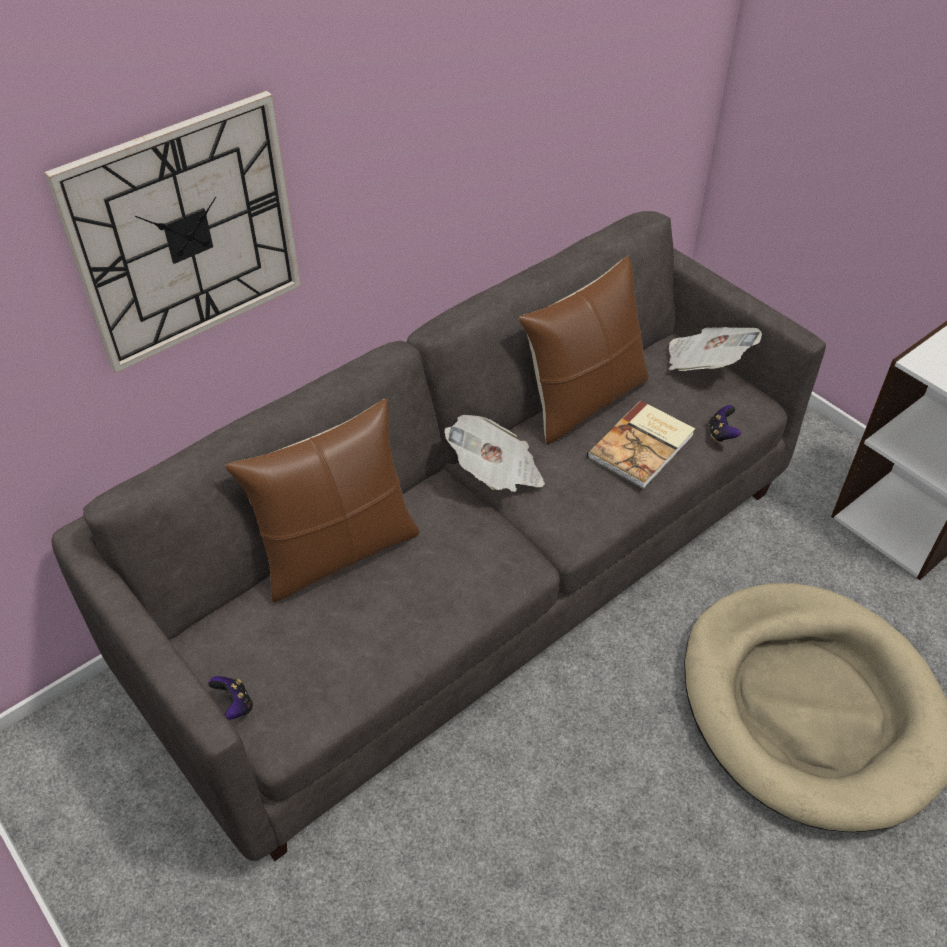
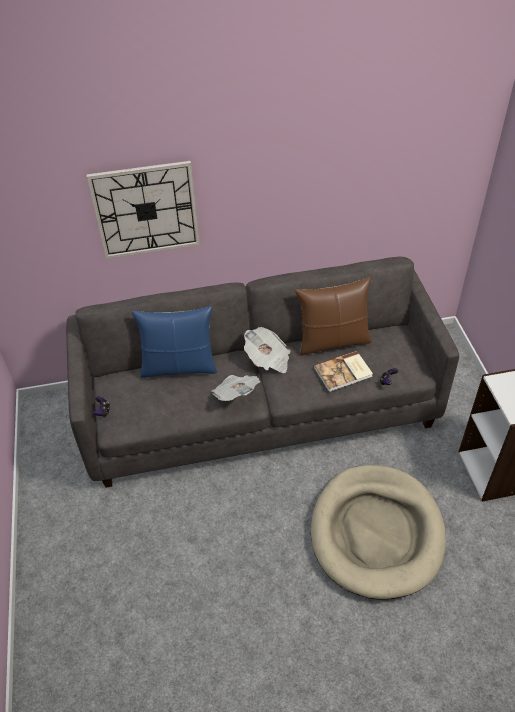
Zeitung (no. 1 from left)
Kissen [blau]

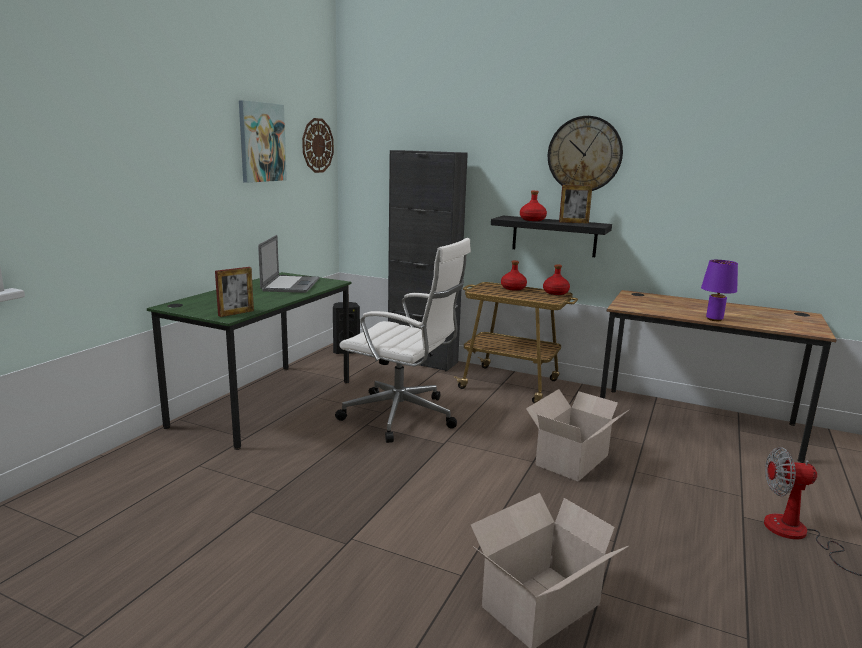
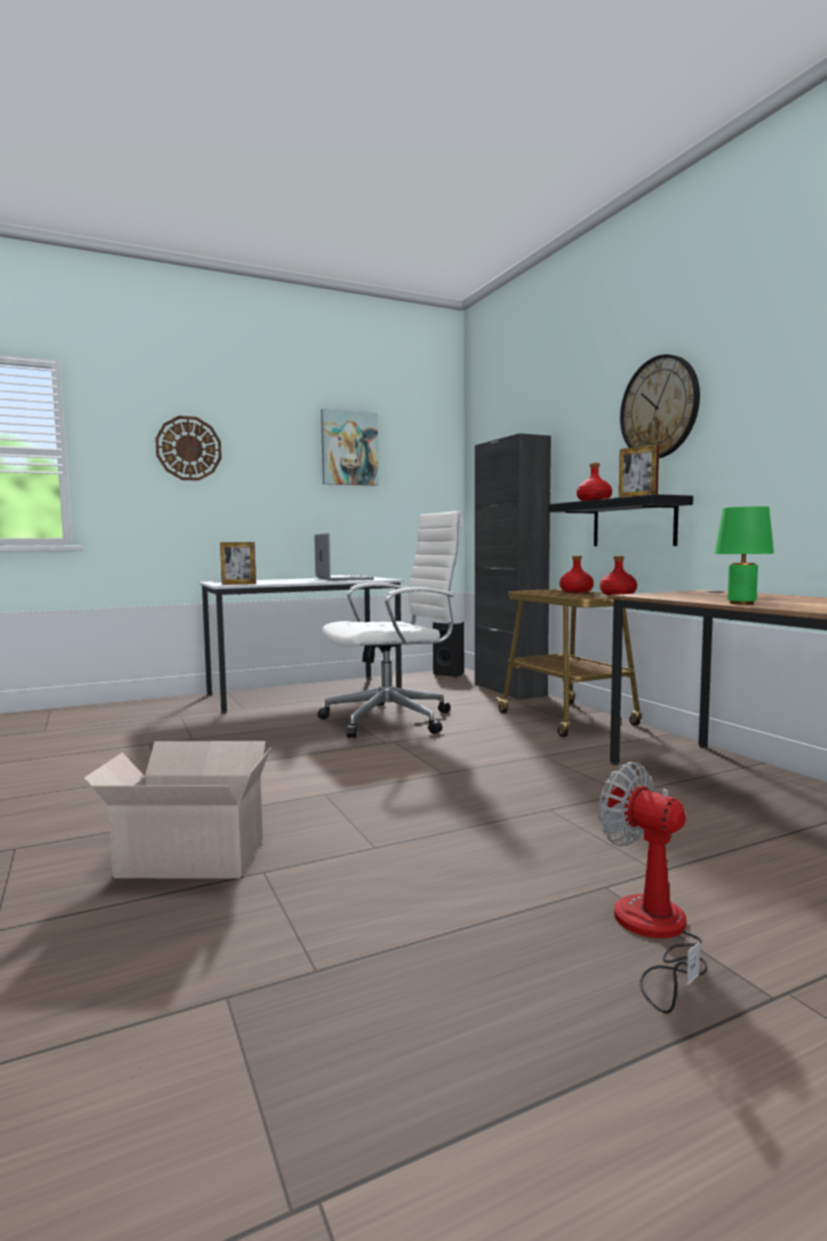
Karton (no. 2 from left in the first image)
Wanduhr (no. 1 from left)
Schreibtisch [weiß]
Tischlampe [grün]
Laptop
Bürostuhl [weiß]

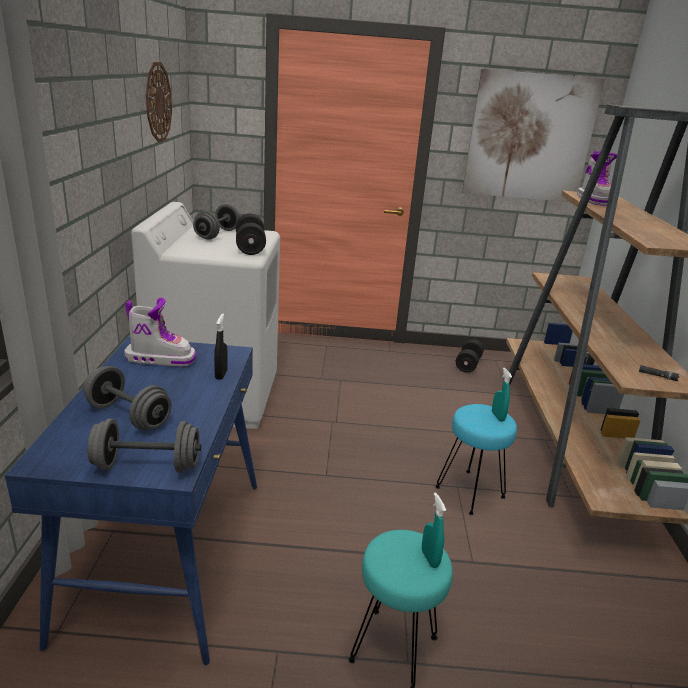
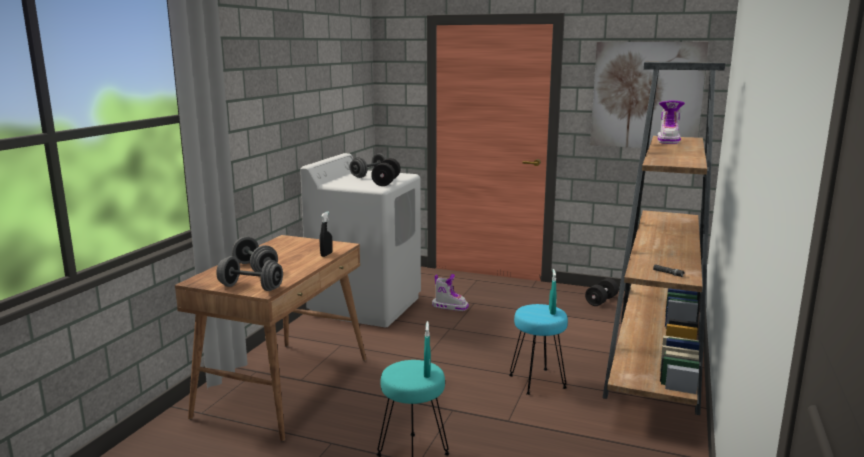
Wanduhr
Stiefel (no. 1 from left)
Schreibtisch [braun]

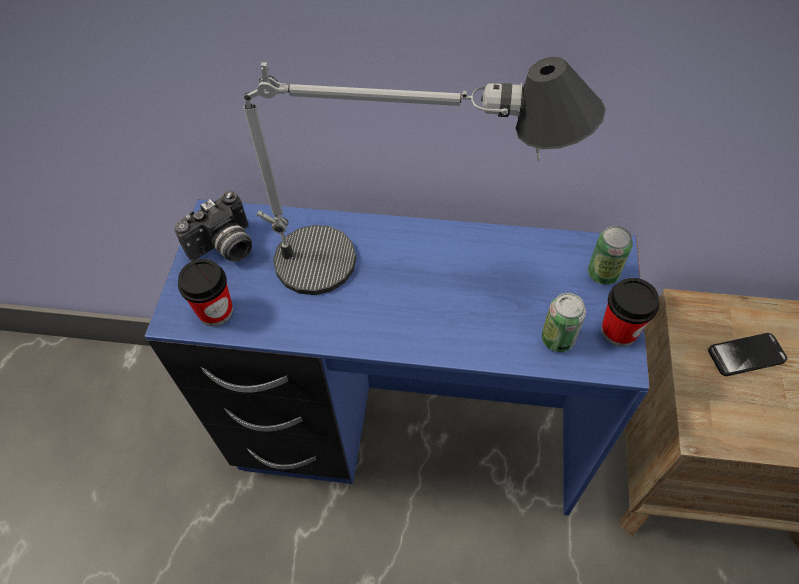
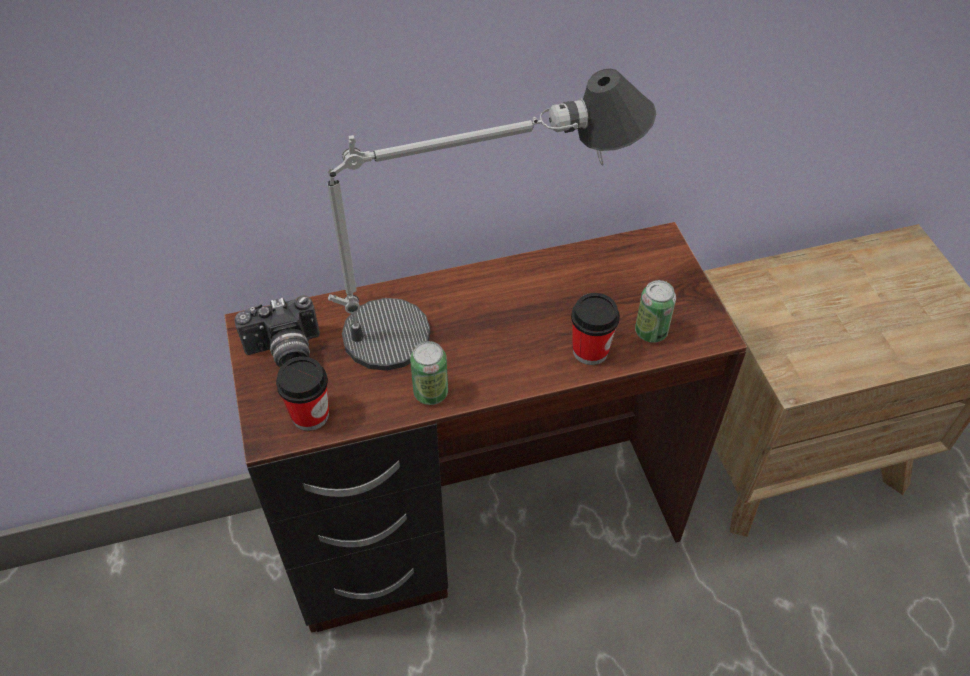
Handy
Dose (no. 1 from left)
Tasse (no. 2 from left)
Schreibtisch [braun]
Kamera

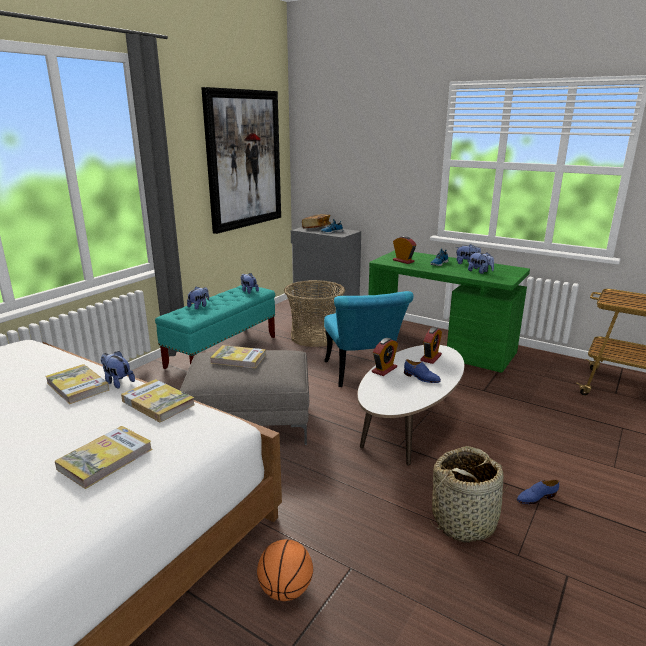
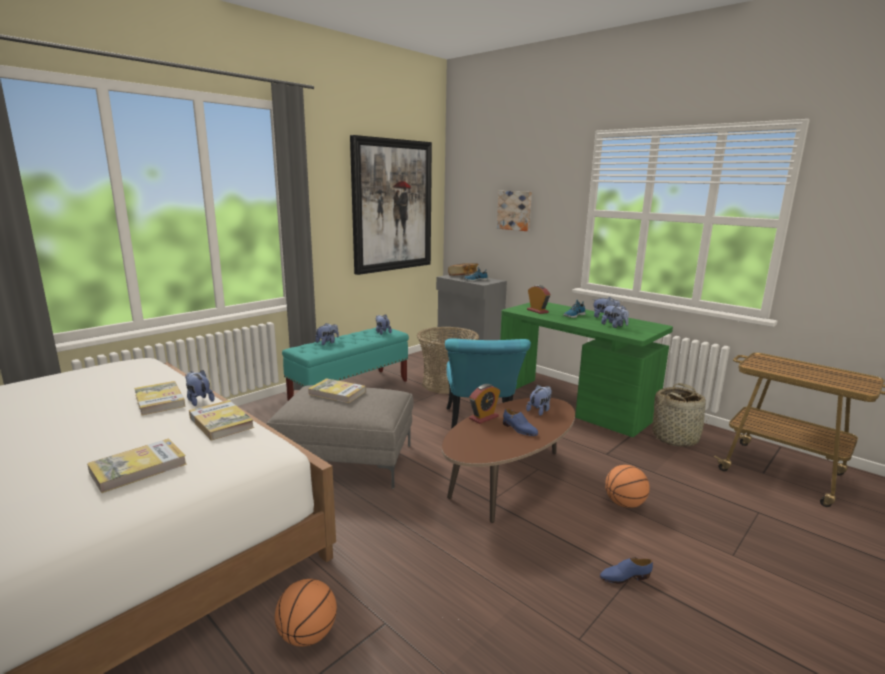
Bild (no. 2 from left)
Basketball (no. 2 from left)
Korb (no. 2 from left)
Plüschtier (no. 4 from left)
Couchtisch [braun]

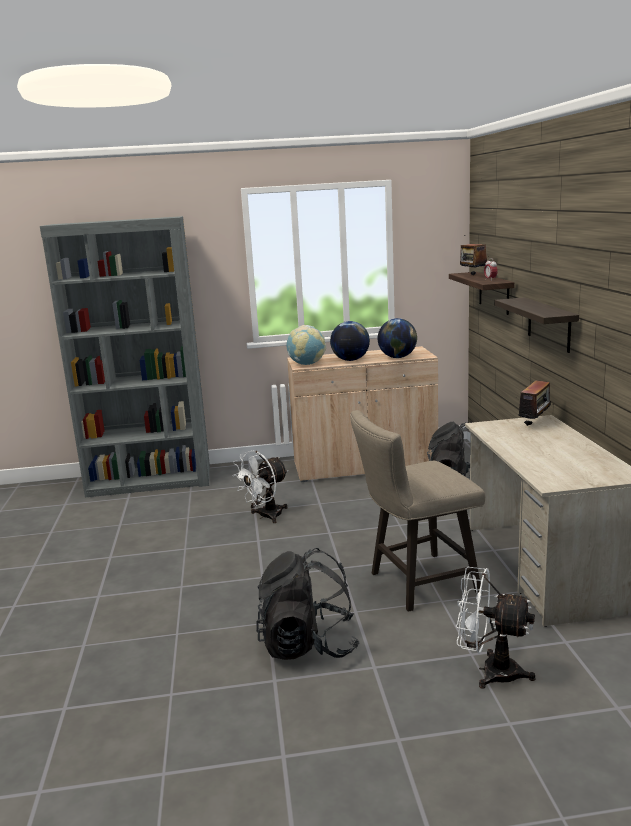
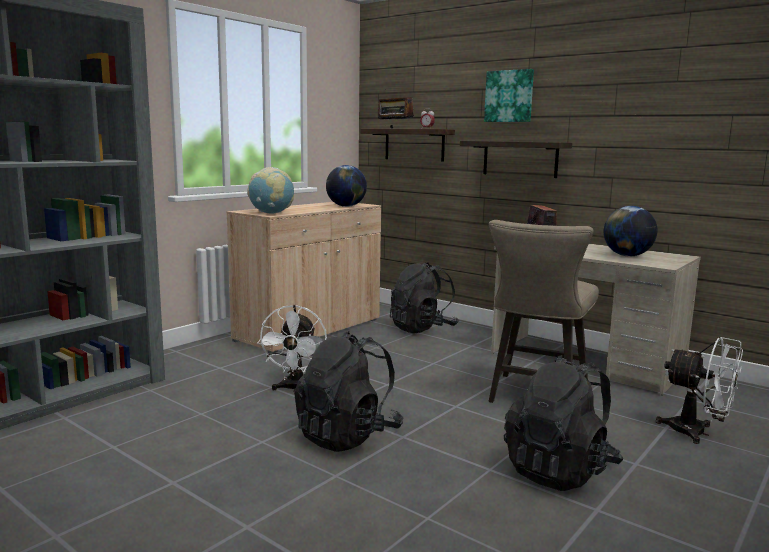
Rucksack [schwarz] (no. 1 from left)
Bild
Globus (no. 3 from left)
Ventilator [weiß] (no. 2 from left)

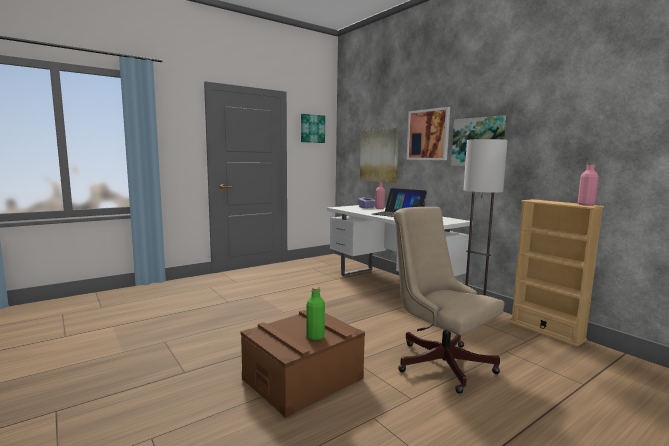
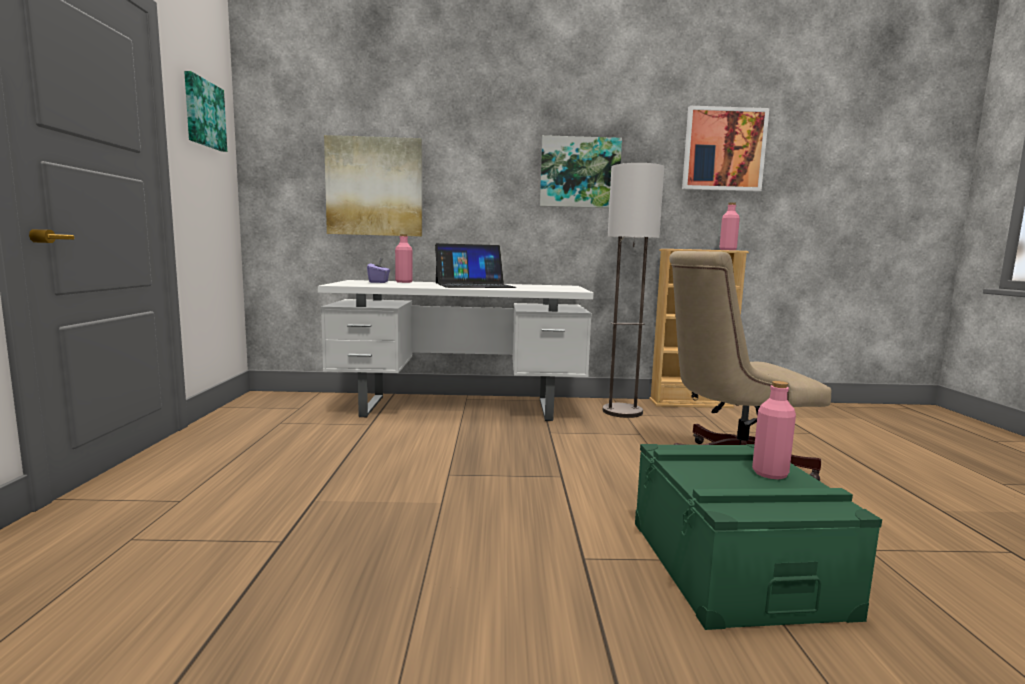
Bild (no. 4 from left)
Aufbewahrungsbox [grün]
Flasche [rosa] (no. 3 from left)

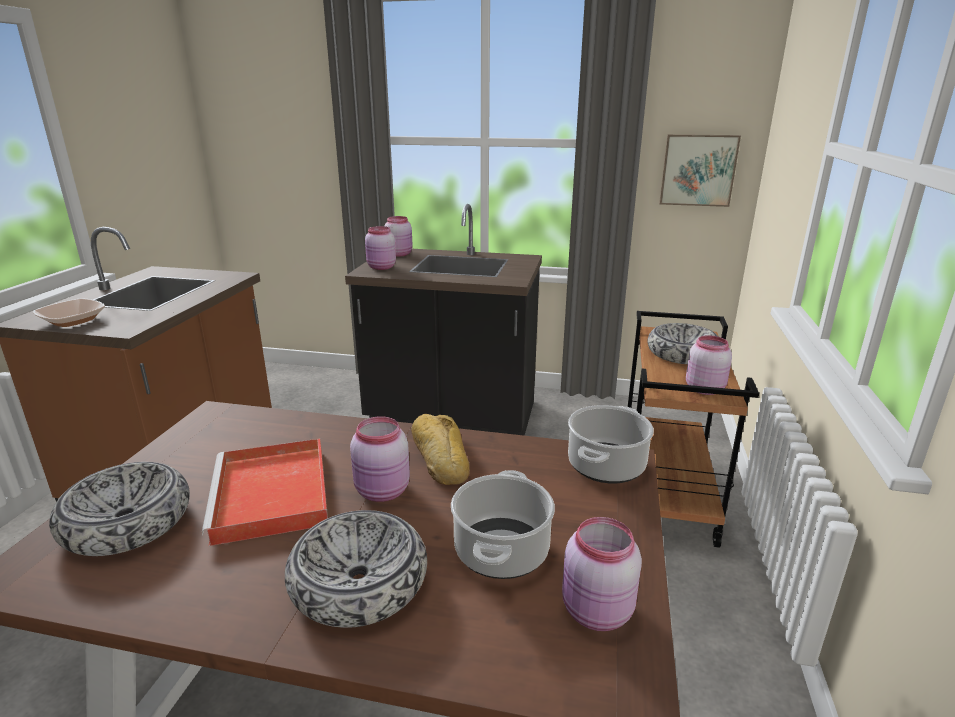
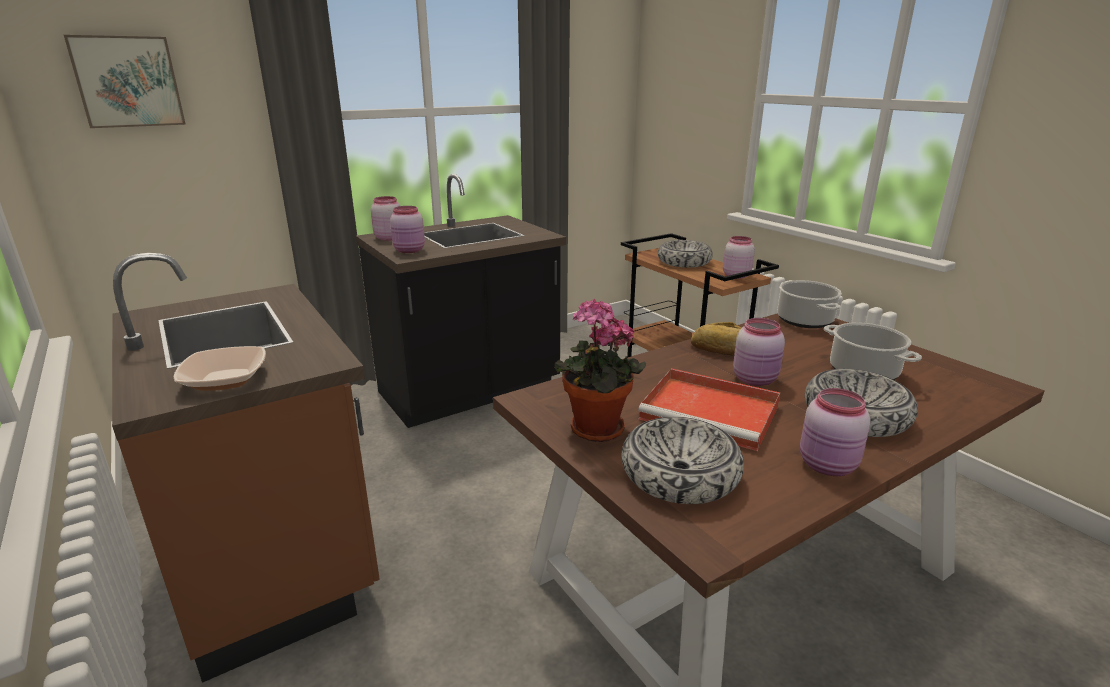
Topfpflanze
Vorratsglas [rosa] (no. 5 from left)
Bild

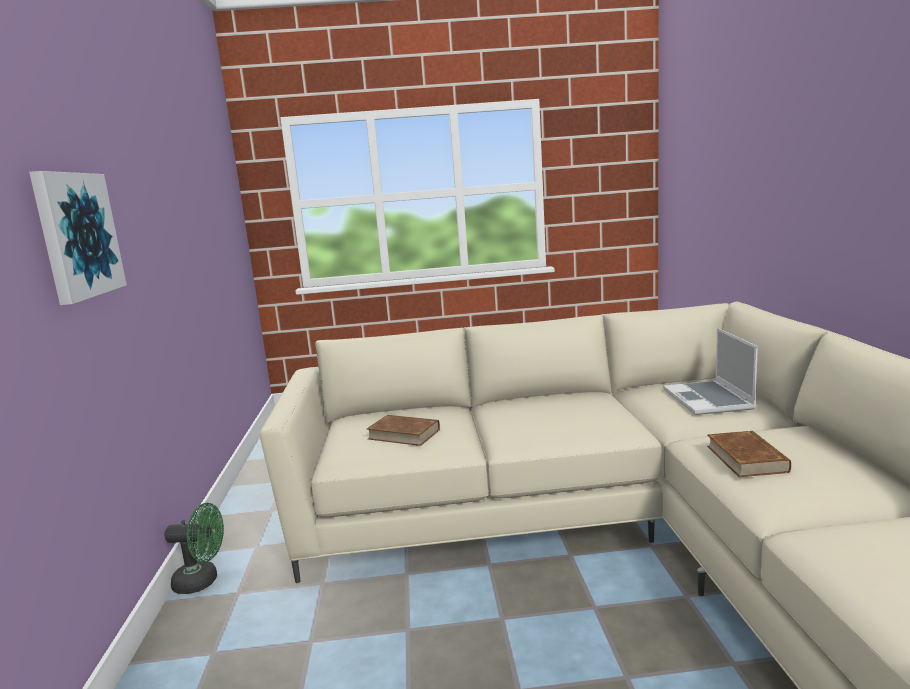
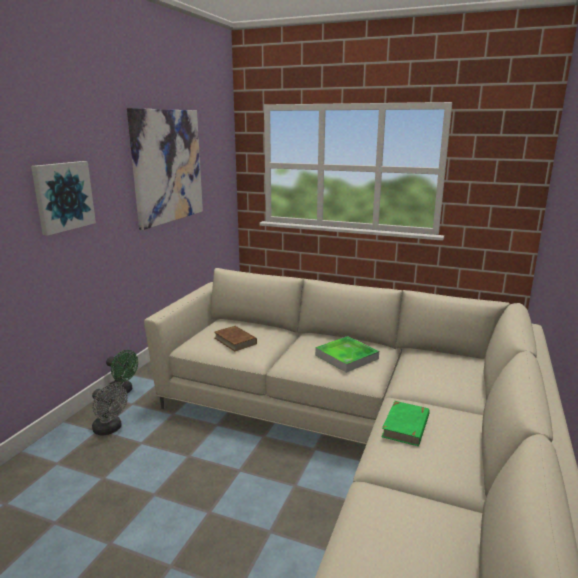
Laptop
Ventilator [grau]
Bild (no. 2 from left)
Tablett
Buch [grün]

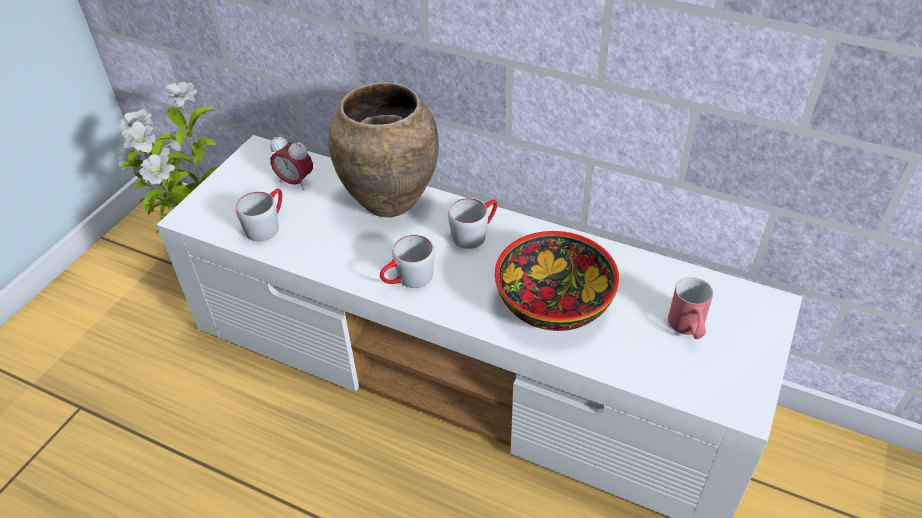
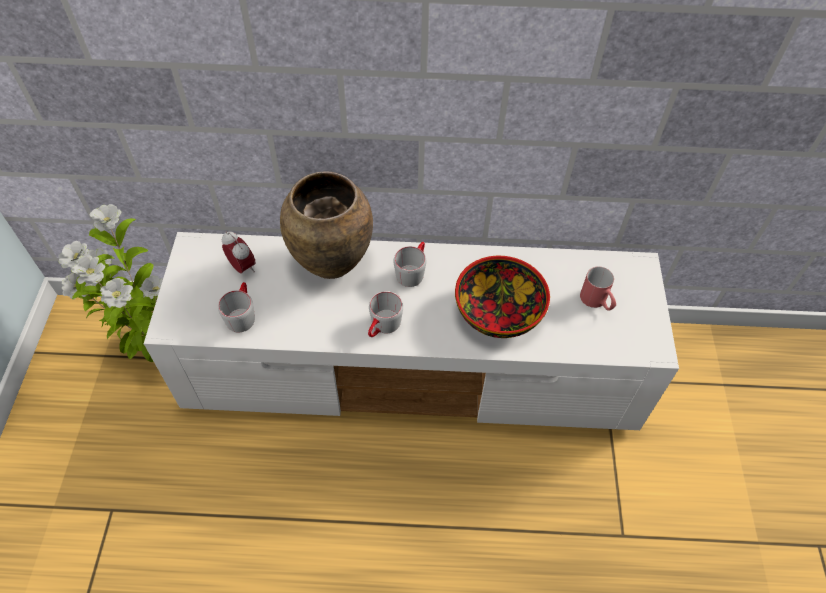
Wecker

